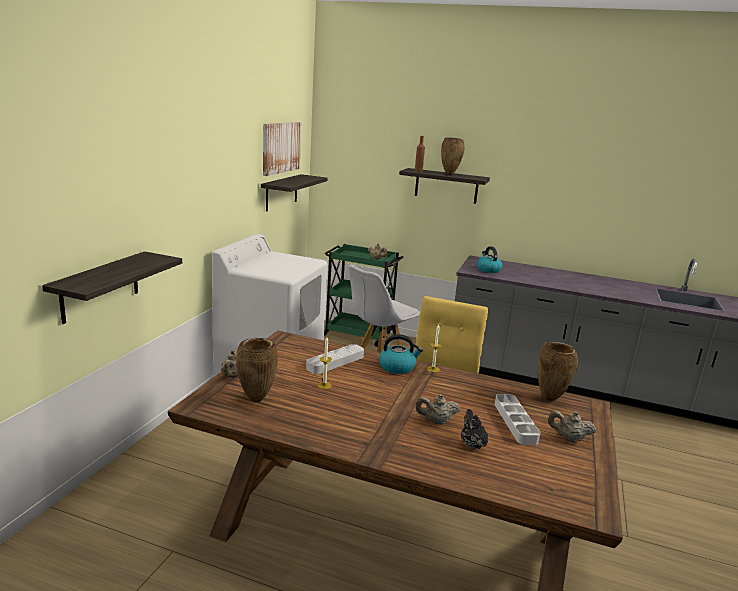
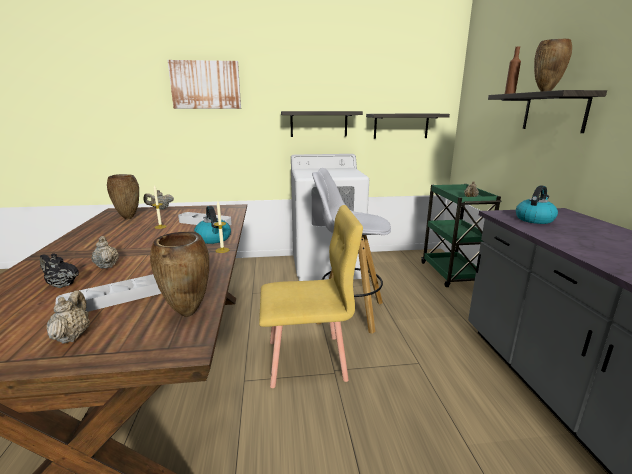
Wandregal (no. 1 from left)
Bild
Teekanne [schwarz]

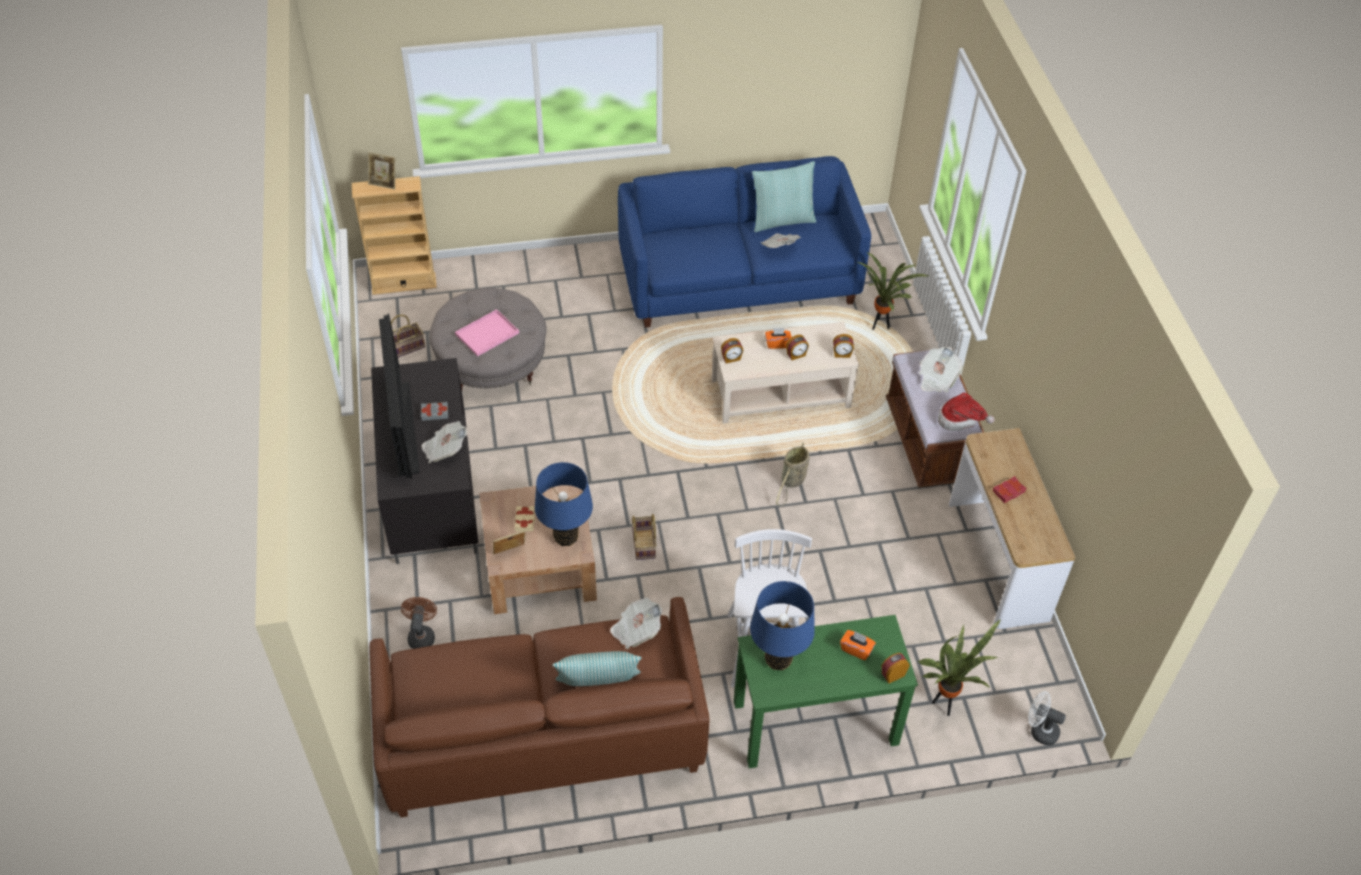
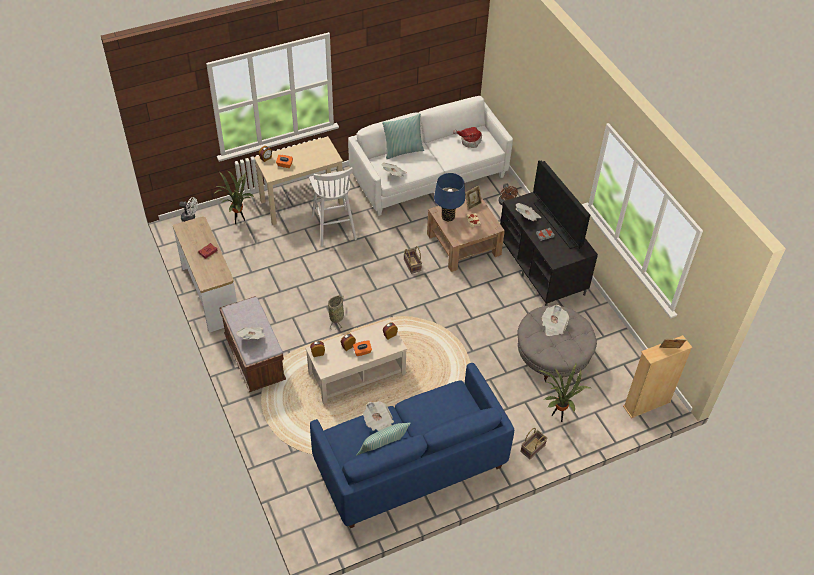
Tischlampe [blau] (no. 2 from left in the first image)
Korb (no. 3 from left)
Topfpflanze (no. 2 from left)
Hut
Zeitung (no. 5 from left)
Sofa [weiß]
Schreibtisch [beige]

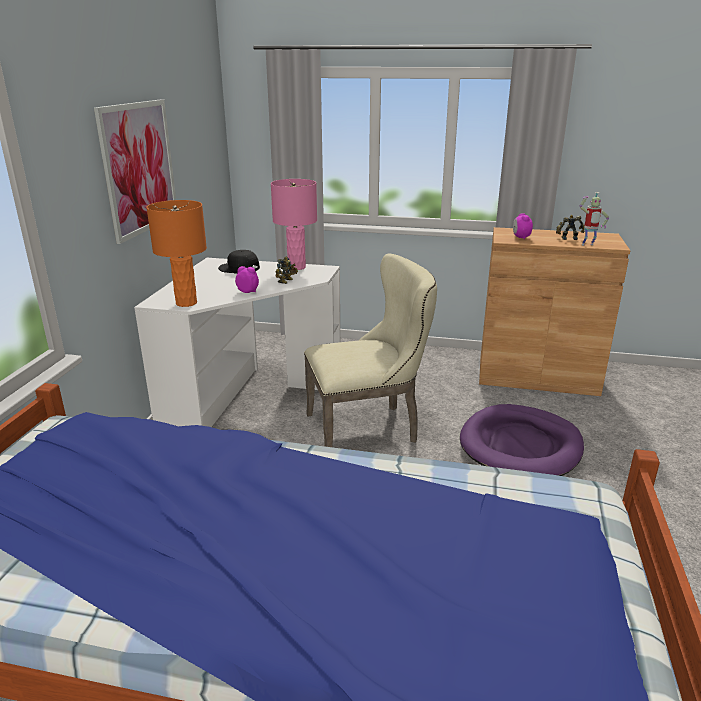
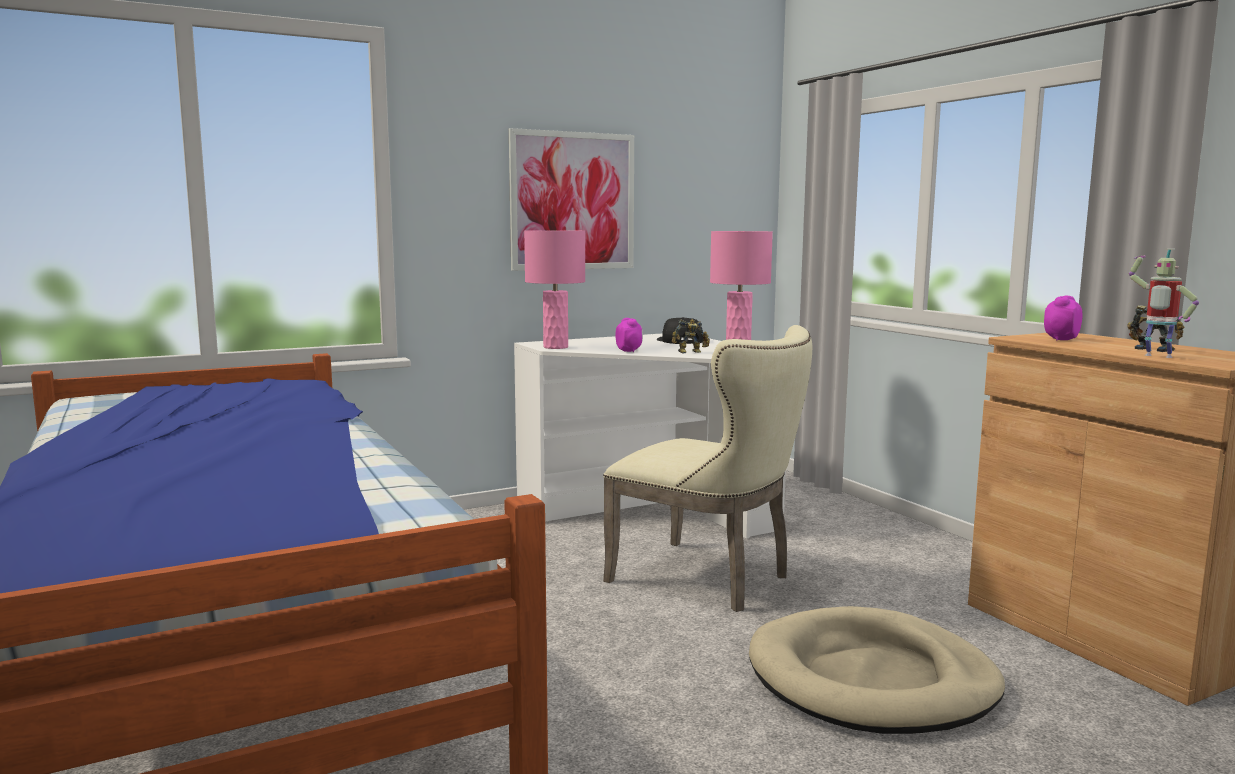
Tischlampe [rosa] (no. 1 from left)
Hundebett [beige]

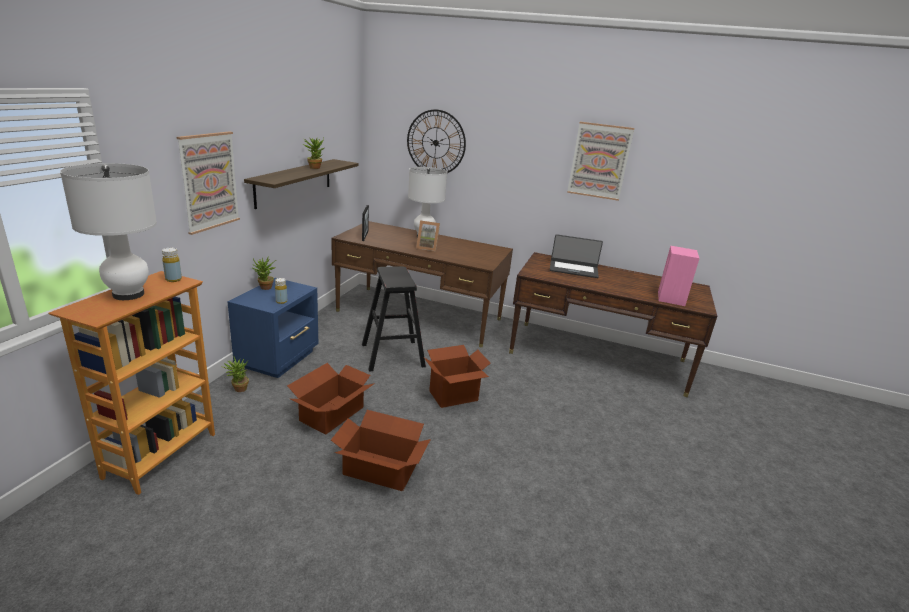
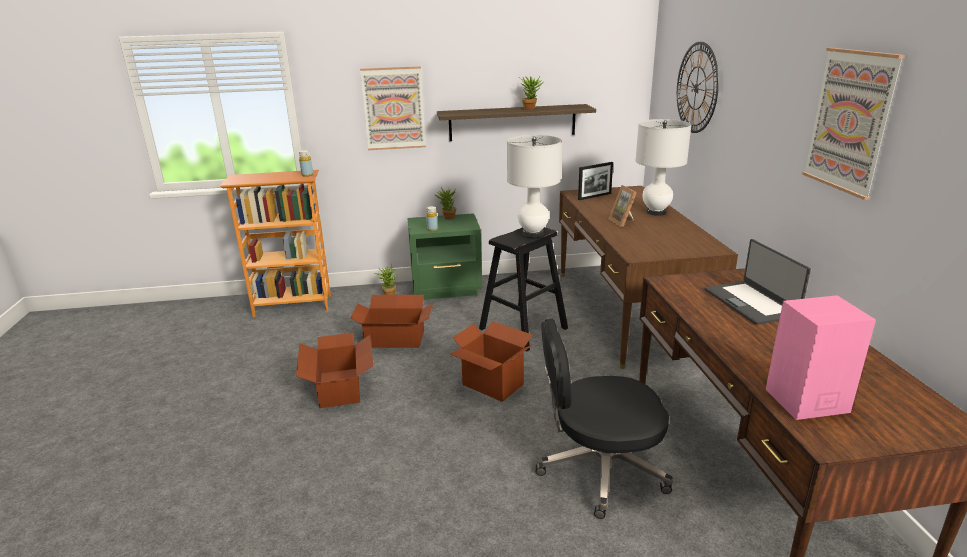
Bürostuhl [schwarz]
Tischlampe [weiß] (no. 1 from left)
Nachttisch [grün]

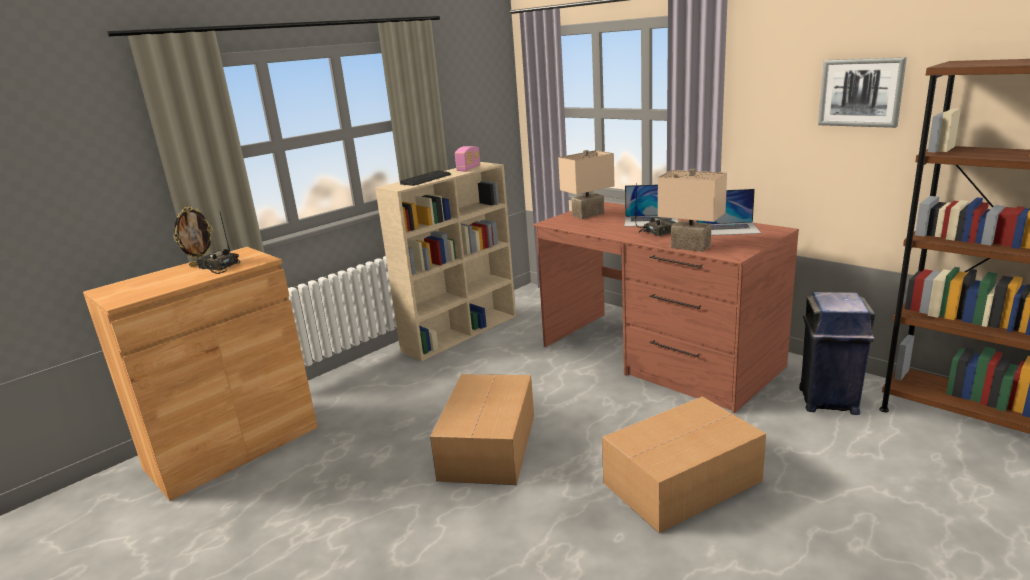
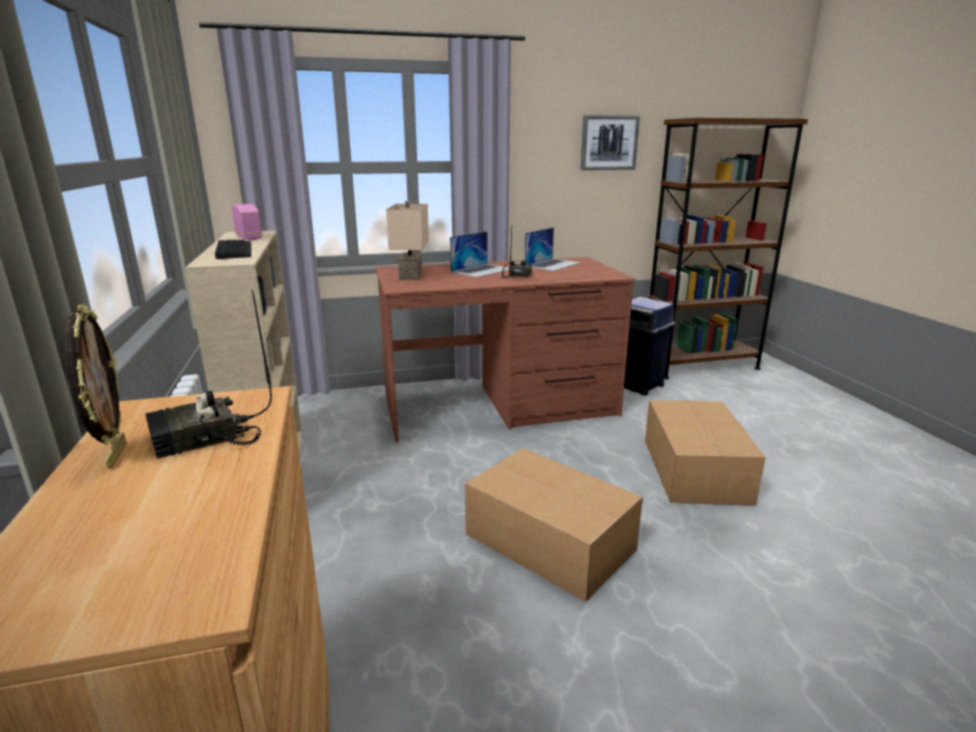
Tischlampe [beige] (no. 2 from left in the first image)

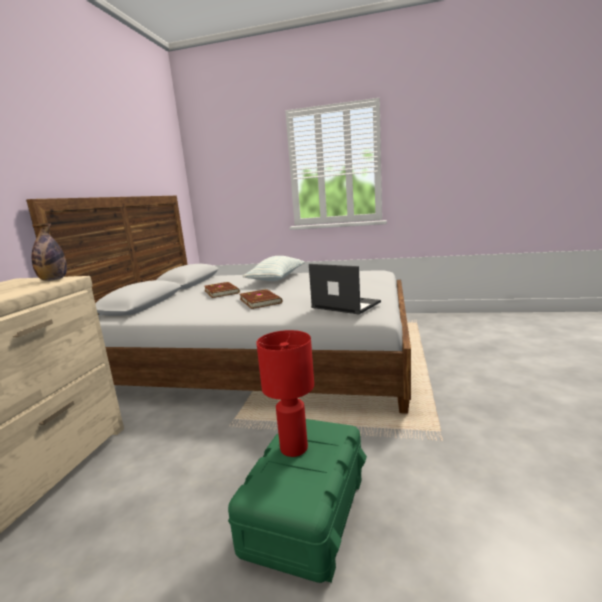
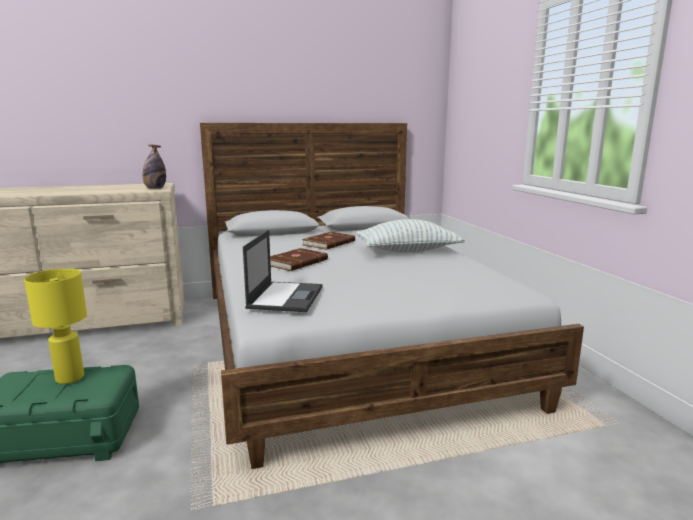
Tischlampe [gelb]

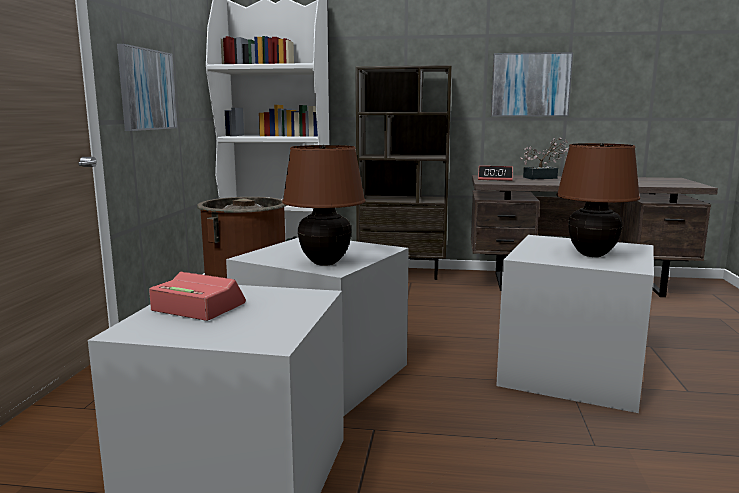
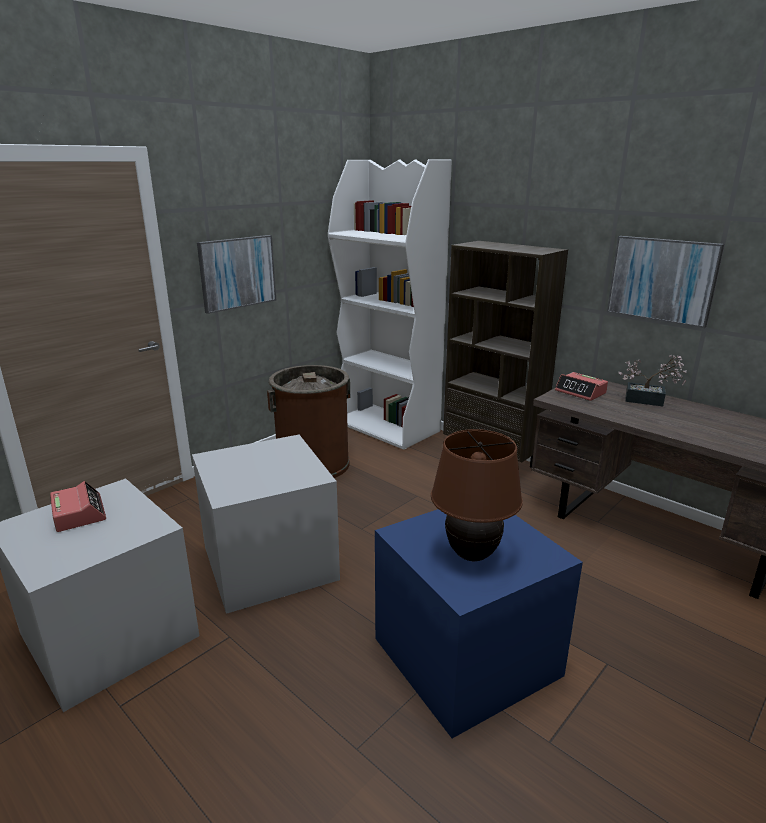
Tischlampe [braun] (no. 1 from left in the first image)
Aufbewahrungsbox [blau]

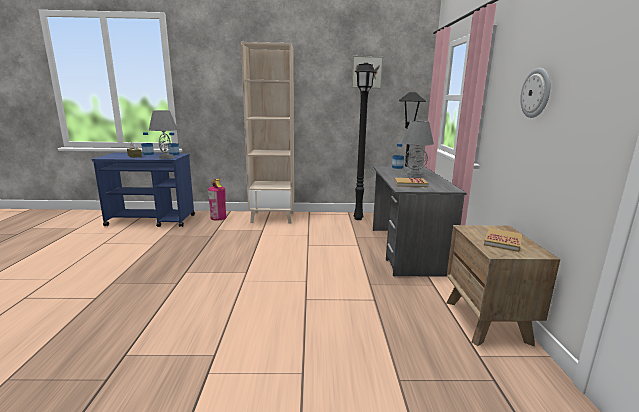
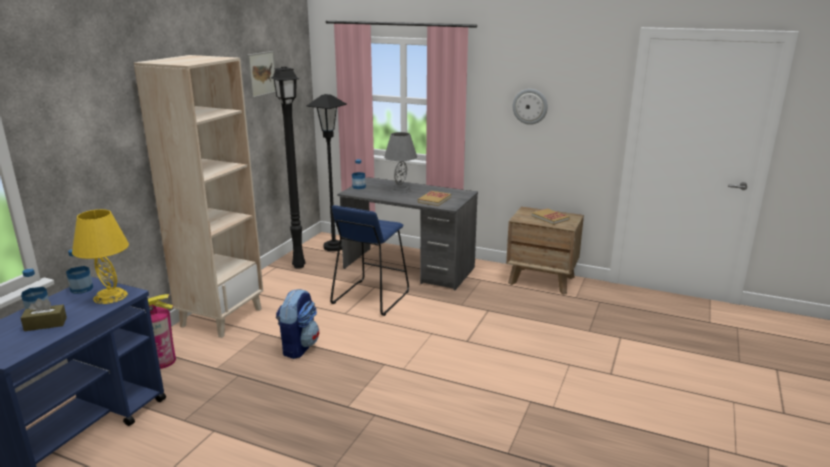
Rucksack
Hocker [blau]
Tischlampe [gelb]

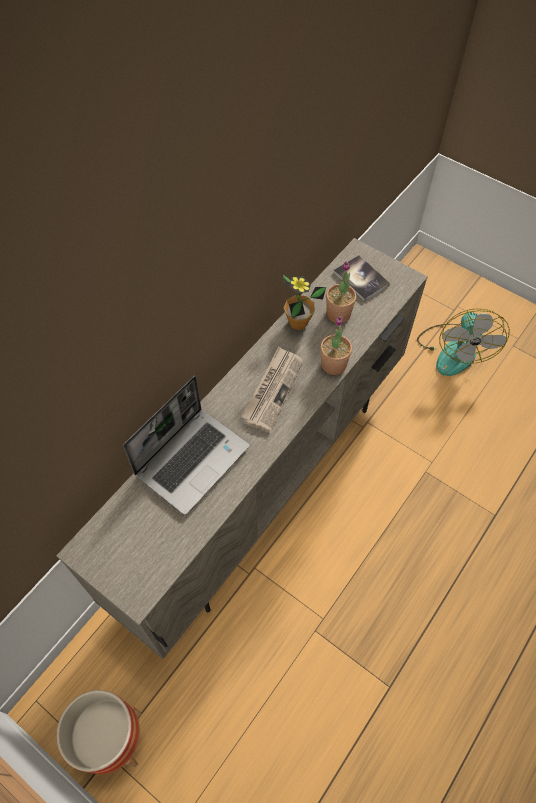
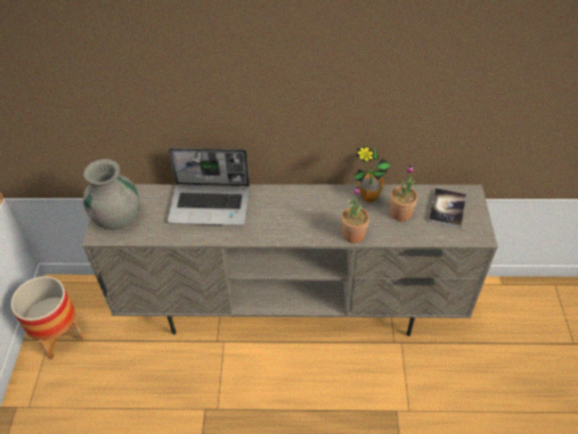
Zeitung
Ventilator
Vase [grau]

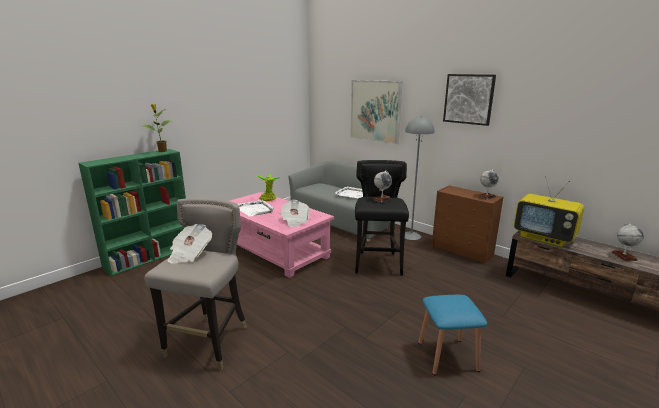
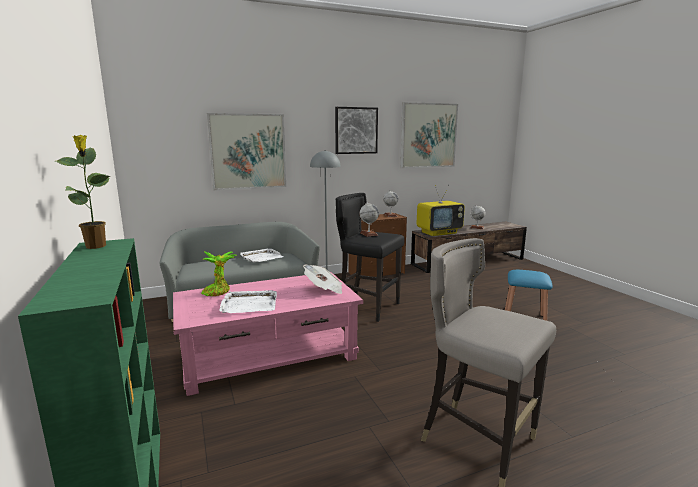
Zeitung (no. 1 from left in the first image)
Bild (no. 3 from left)

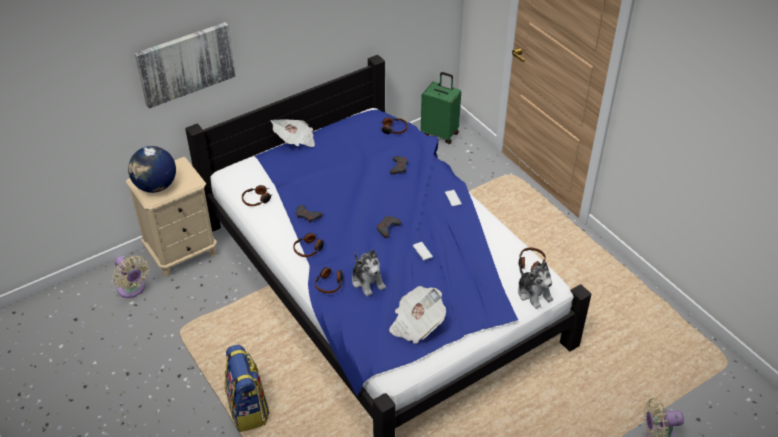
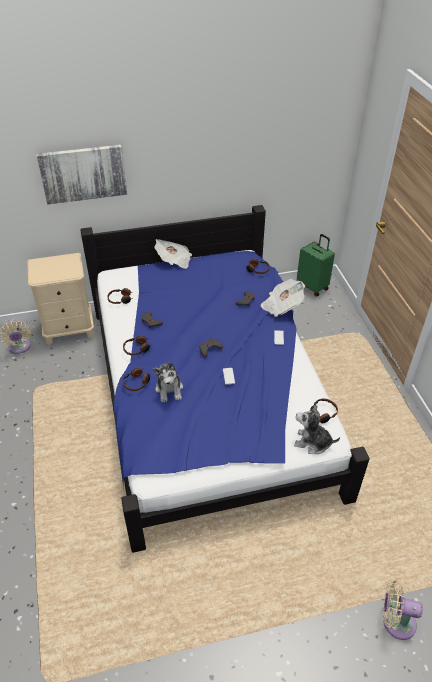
Globus
Rucksack
Zeitung (no. 2 from left)
Plüschtier (no. 2 from left)

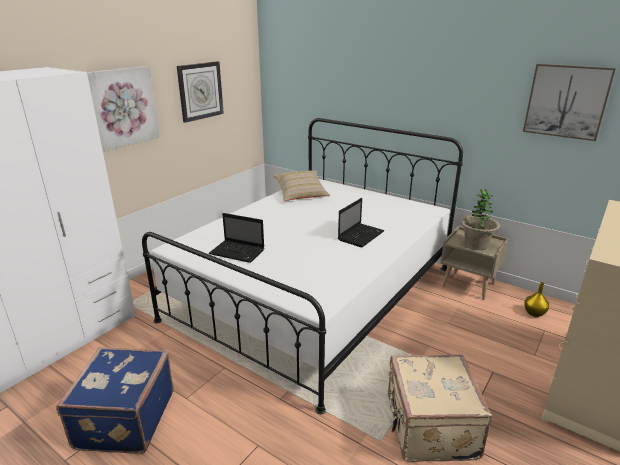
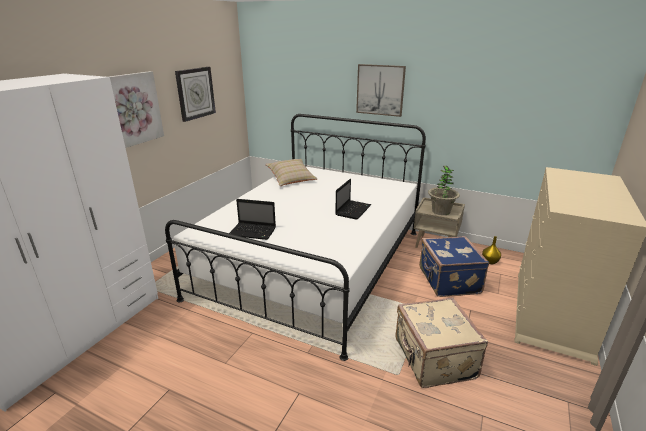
Koffer [blau]
Bild (no. 2 from left)

